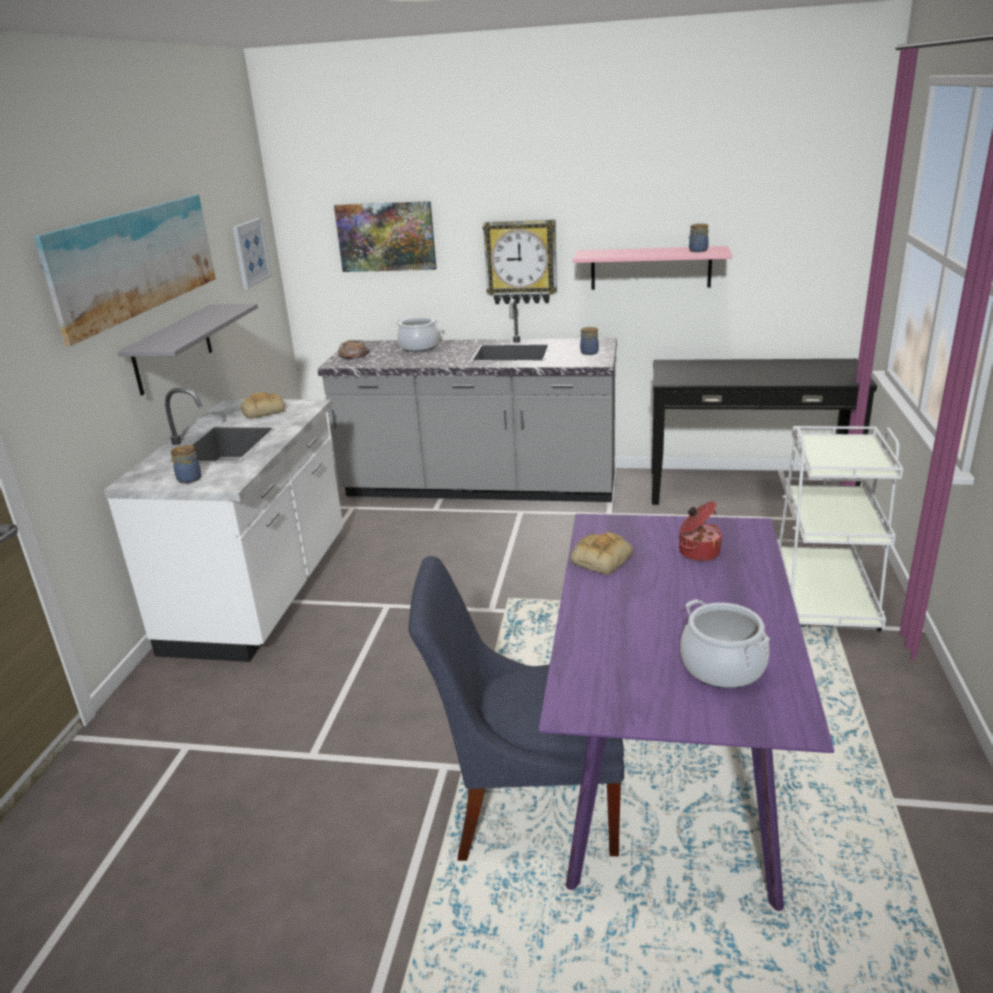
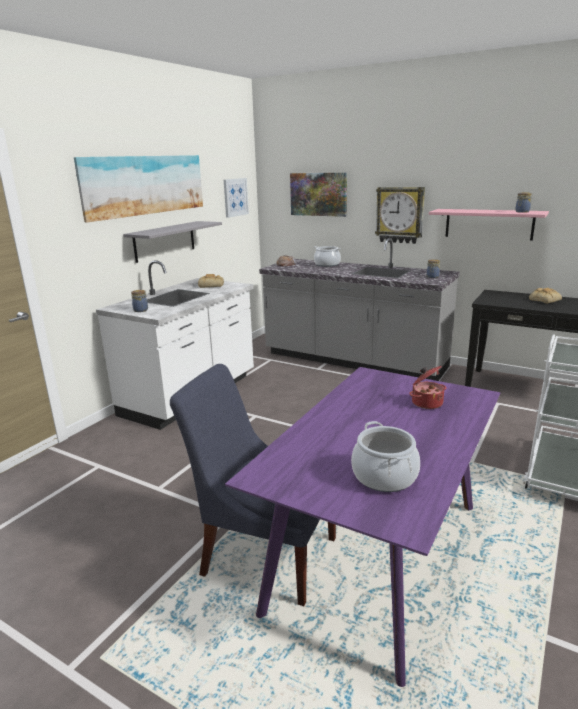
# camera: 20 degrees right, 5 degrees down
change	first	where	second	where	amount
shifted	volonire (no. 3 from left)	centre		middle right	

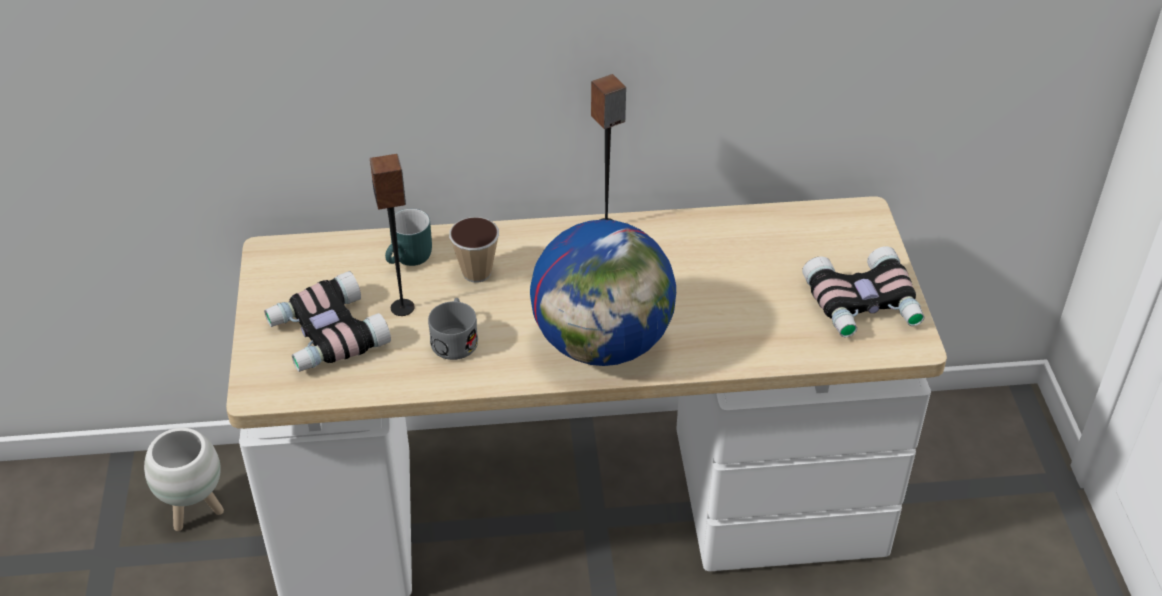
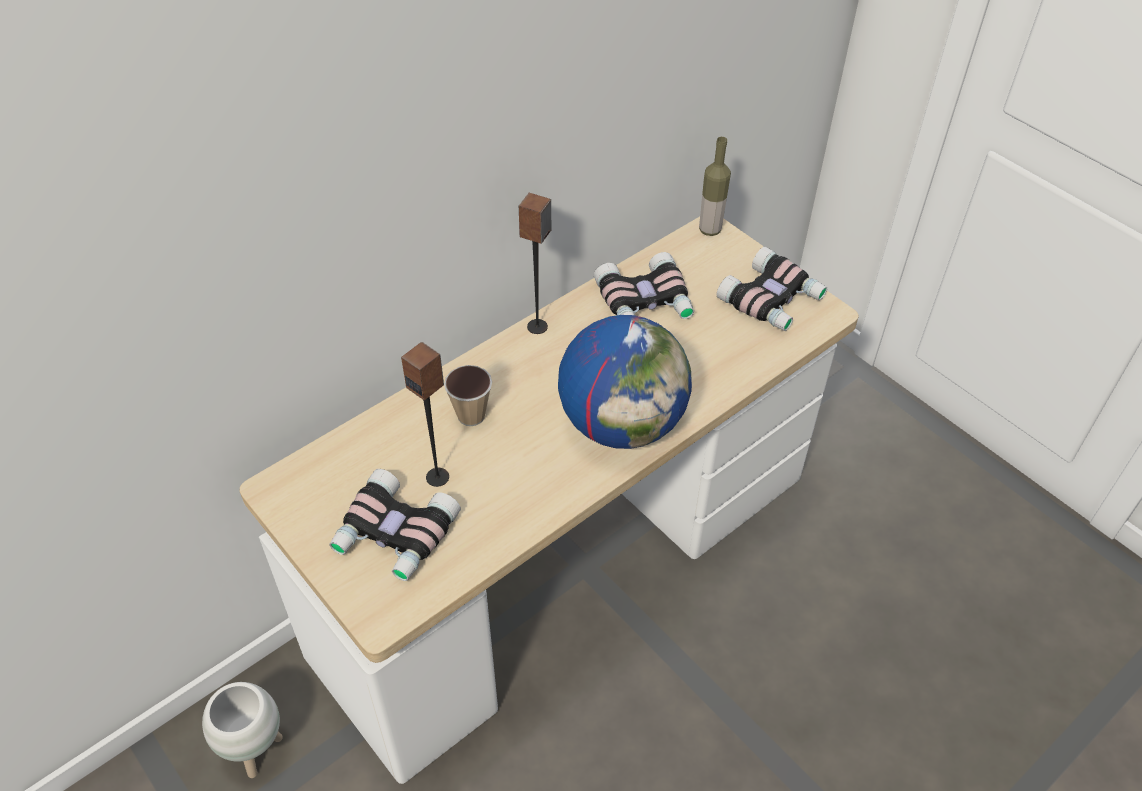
# camera: 35 degrees left, 5 degrees up
change	first	where	second	where	amount
new			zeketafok (no. 2 from left)	centre	
new			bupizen	top centre	
gone	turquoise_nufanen	centre			
gone	grey_nufanen	centre			

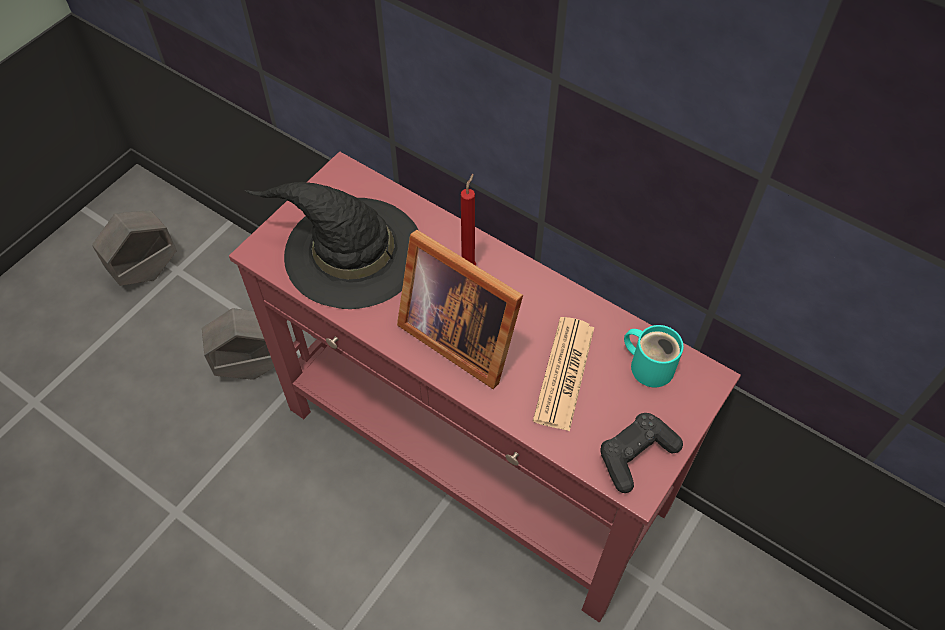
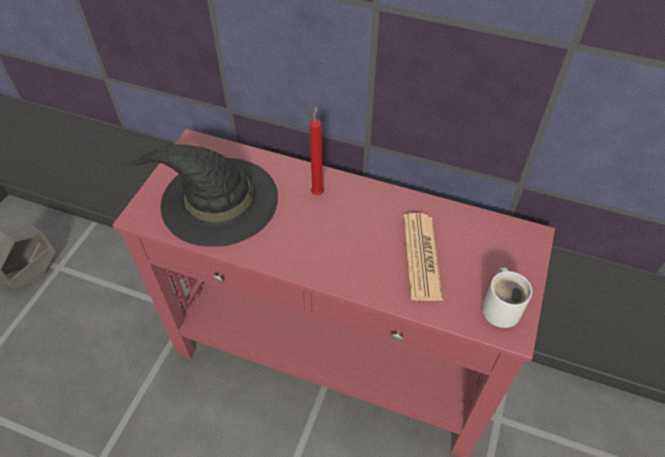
# camera: 15 degrees left, 5 degrees down
change	first	where	second	where	amount
swapped	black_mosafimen	bottom right	white_nufanen	middle right	
gone	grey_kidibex (no. 2 from left)	middle left			
gone	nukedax	centre			
gone	turquoise_nufanen	middle right			

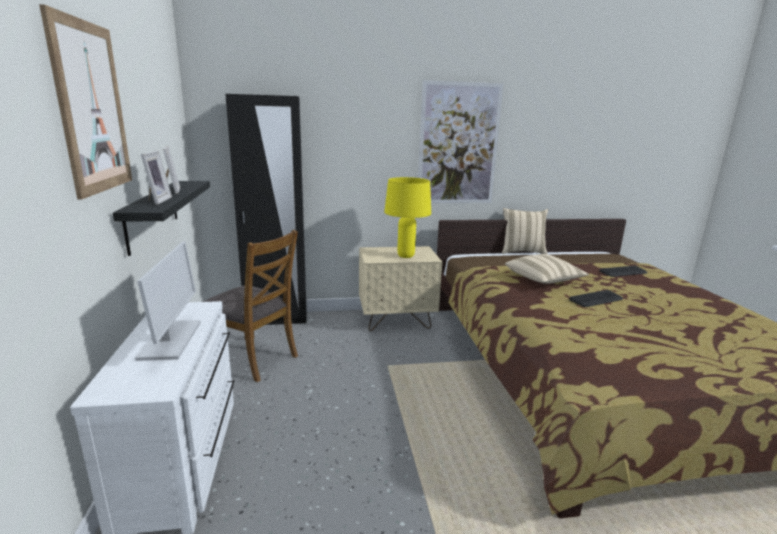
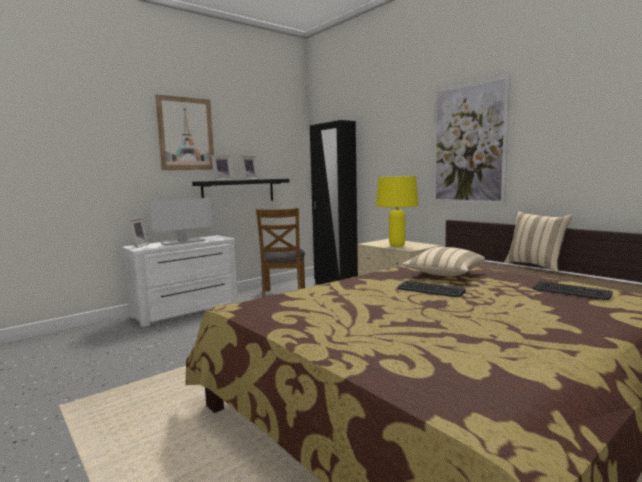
# camera: 60 degrees right, 10 degrees down
change	first	where	second	where	amount
new			nukedax (no. 1 from left)	middle left	

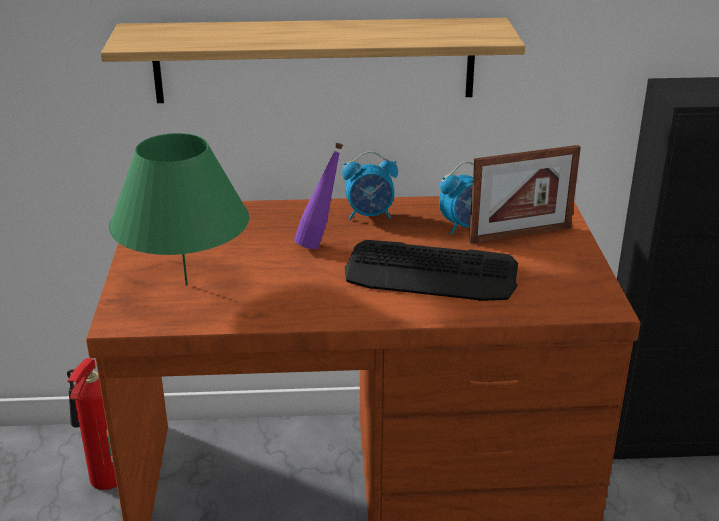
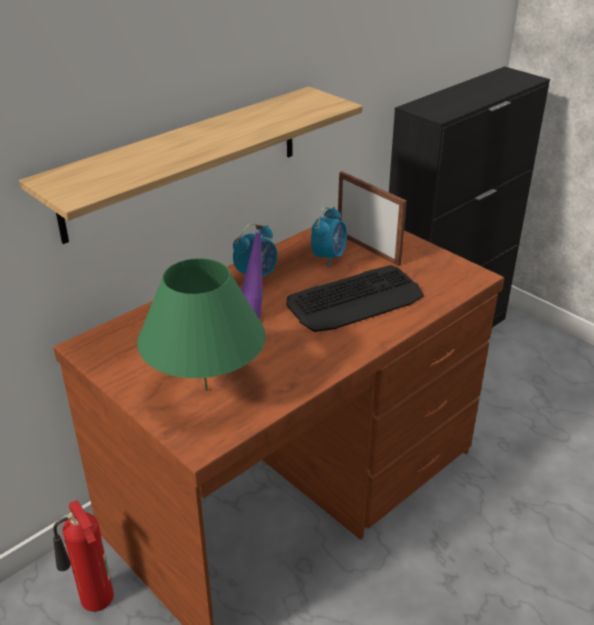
# camera: 40 degrees left, 5 degrees up
change	first	where	second	where	amount
rotated	nukedax	middle right		centre	75 degrees counterclockwise

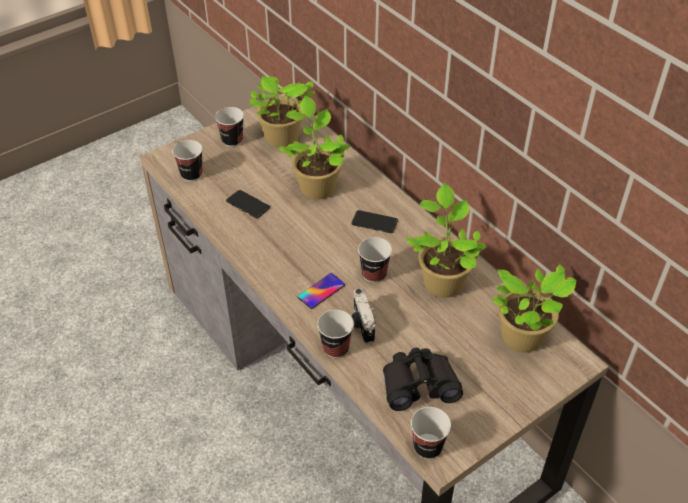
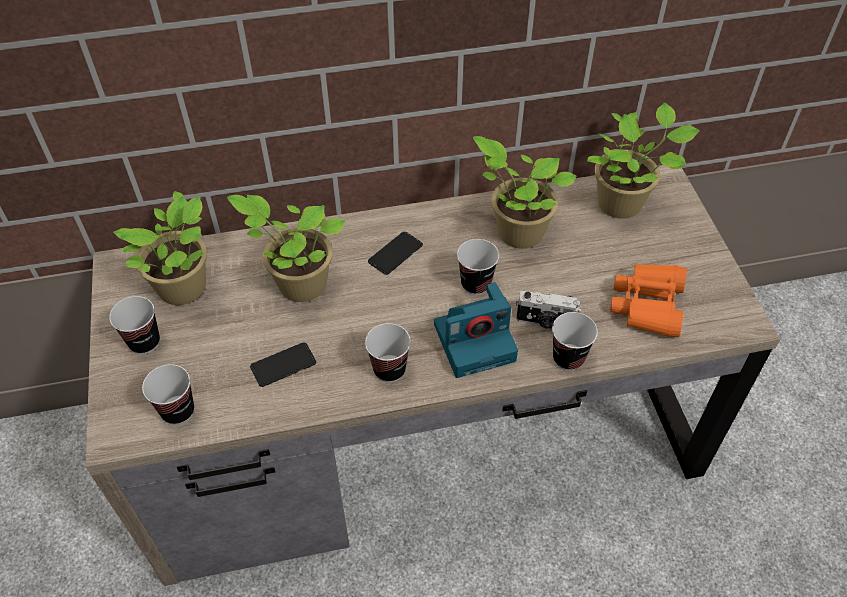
# camera: 65 degrees left, 5 degrees up
change	first	where	second	where	amount
shifted	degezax (no. 5 from left in the first image)	bottom centre	degezax (no. 3 from left)	centre	
swapped	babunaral (no. 2 from left)	centre	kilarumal (no. 1 from left)	centre	
repainted	black_zeketafok	bottom centre	orange_zeketafok	middle right	

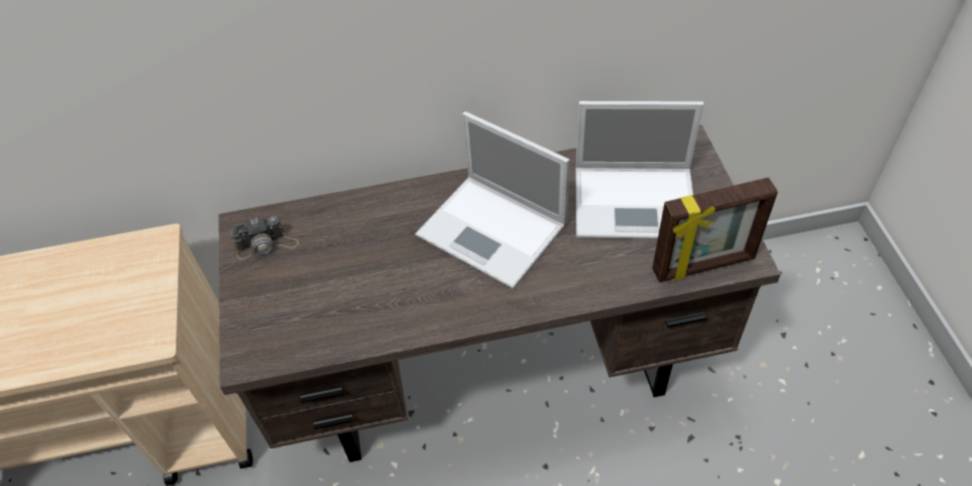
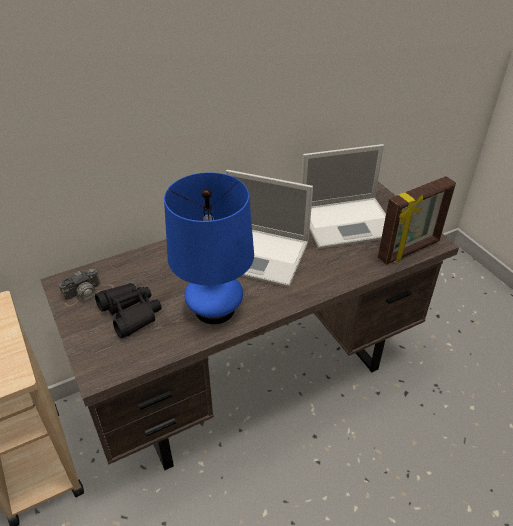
# camera: 20 degrees left, 10 degrees down
change	first	where	second	where	amount
new			black_zeketafok	middle left	
new			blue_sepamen	centre	

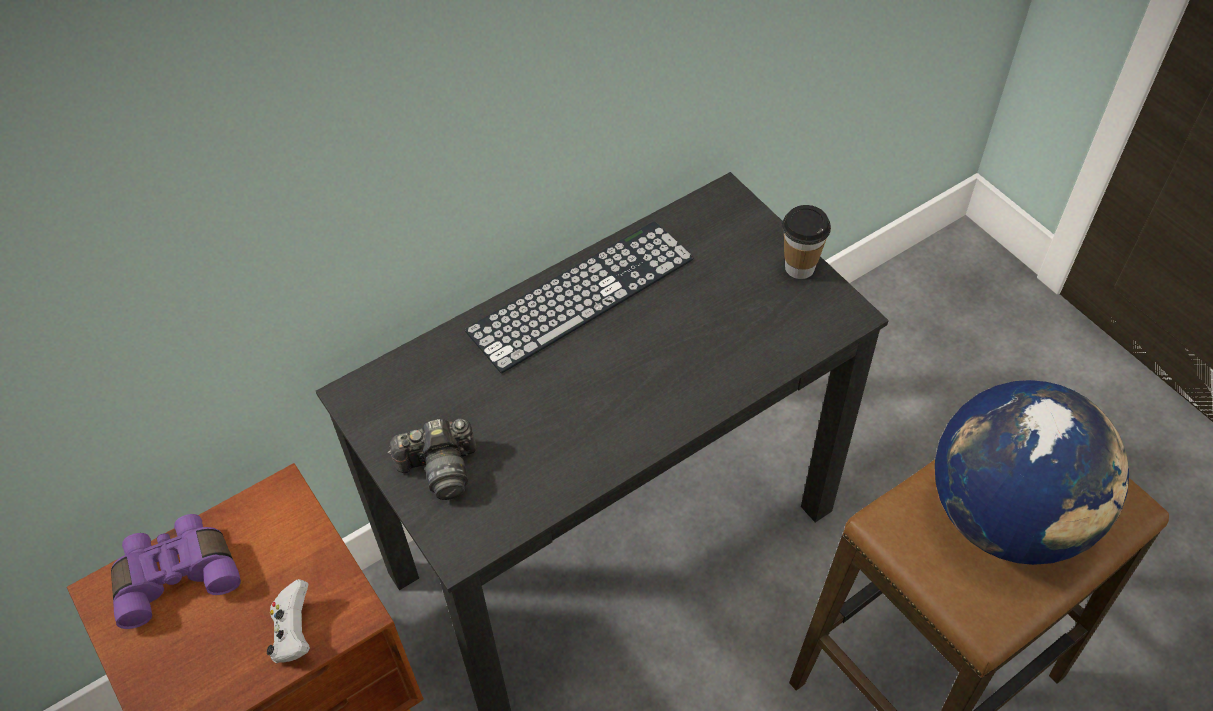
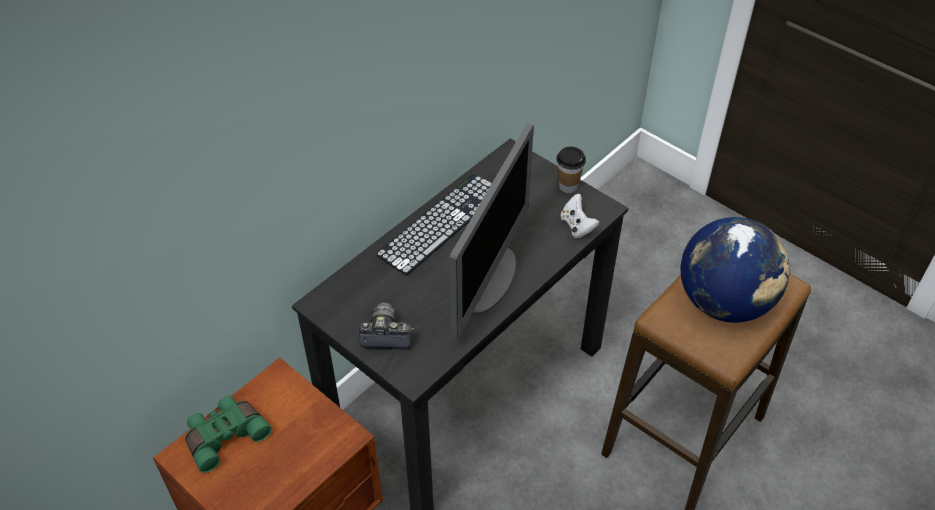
# camera: 15 degrees left, 5 degrees down
change	first	where	second	where	amount
repainted	purple_zeketafok	bottom left	green_zeketafok	bottom left	
rotated	kilarumal	centre		centre	150 degrees counterclockwise
new			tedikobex	centre	
shifted	white_mosafimen	bottom left		centre	

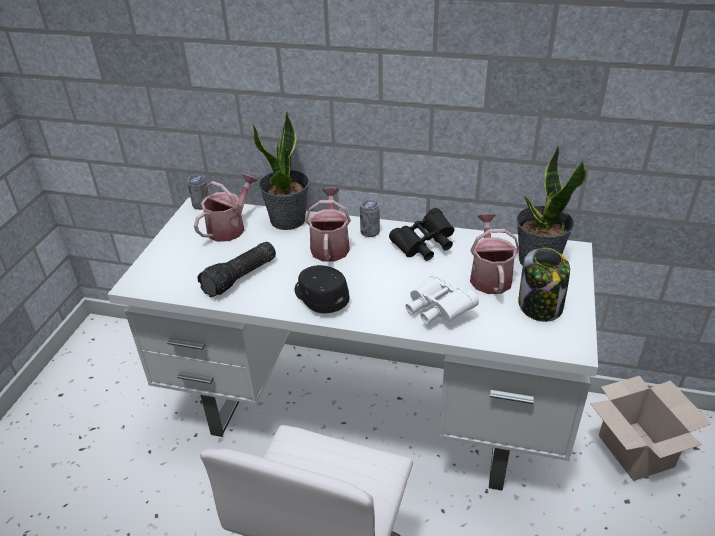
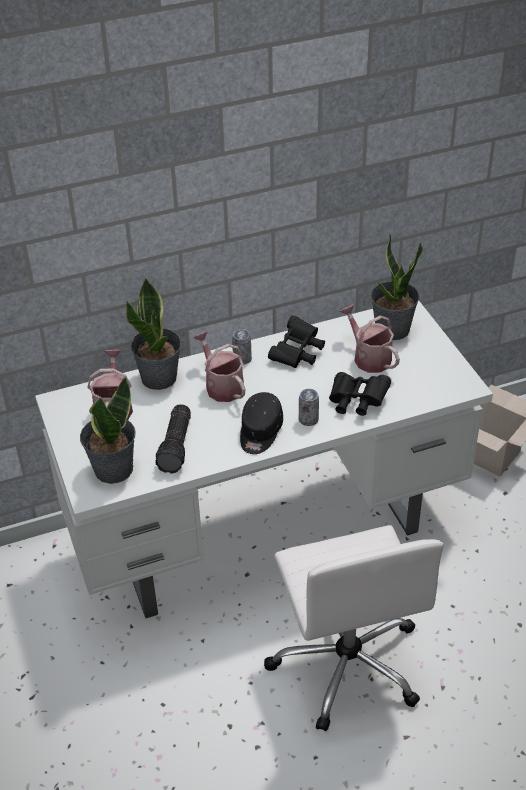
# camera: 35 degrees left, 5 degrees up
change	first	where	second	where	amount
new			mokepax (no. 1 from left)	middle left	
rotated	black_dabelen	centre		centre	90 degrees counterclockwise
shifted	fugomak (no. 1 from left in the first image)	middle left	fugomak (no. 2 from left)	centre	
repainted	white_zeketafok	centre	black_zeketafok (no. 2 from left)	middle right	
gone	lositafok	middle right			

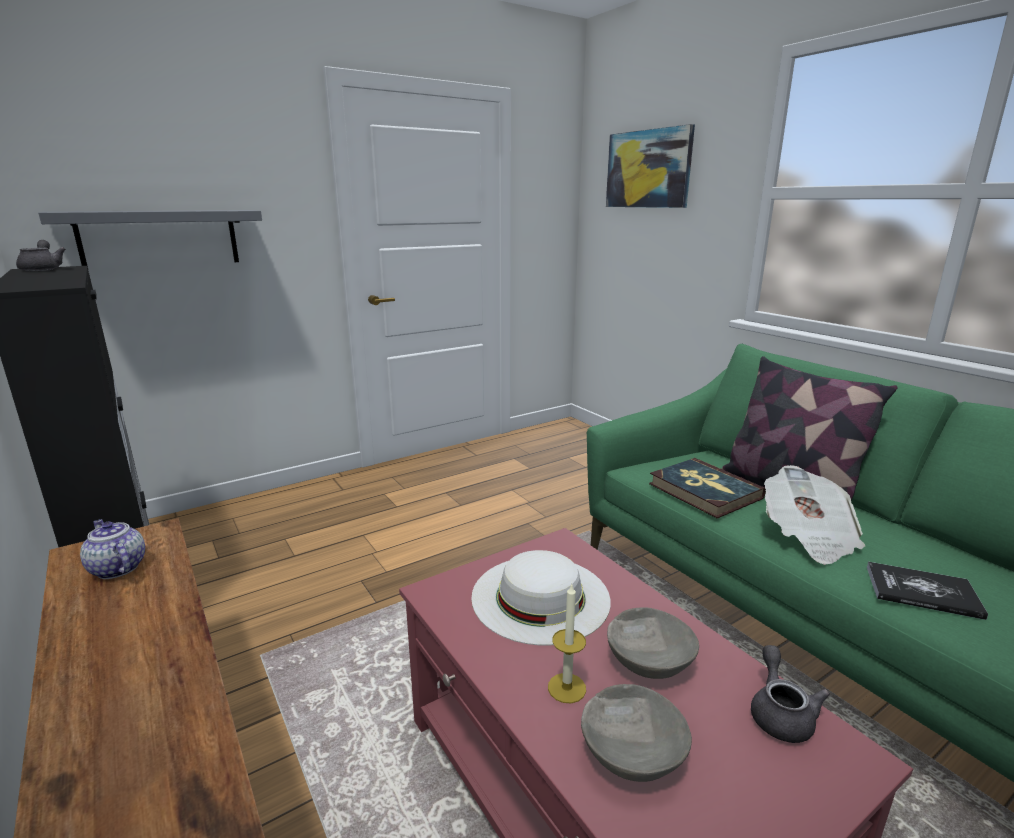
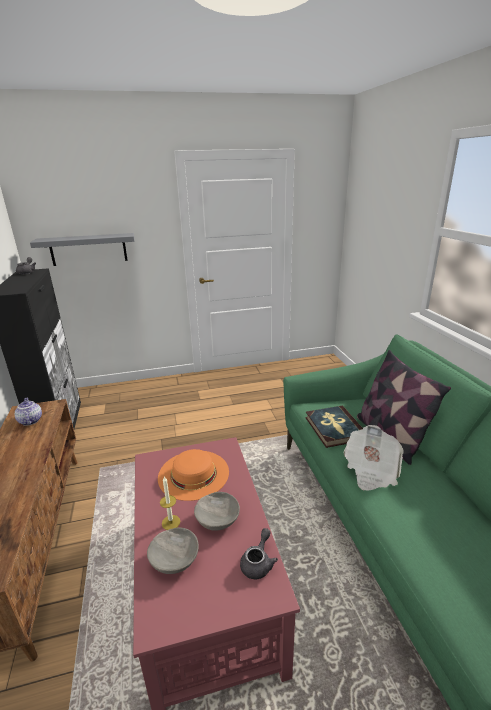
# camera: 20 degrees right, 5 degrees up
change	first	where	second	where	amount
repainted	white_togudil	bottom centre	orange_togudil	bottom centre	
gone	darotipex	top centre			
gone	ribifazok (no. 2 from left)	bottom right			

